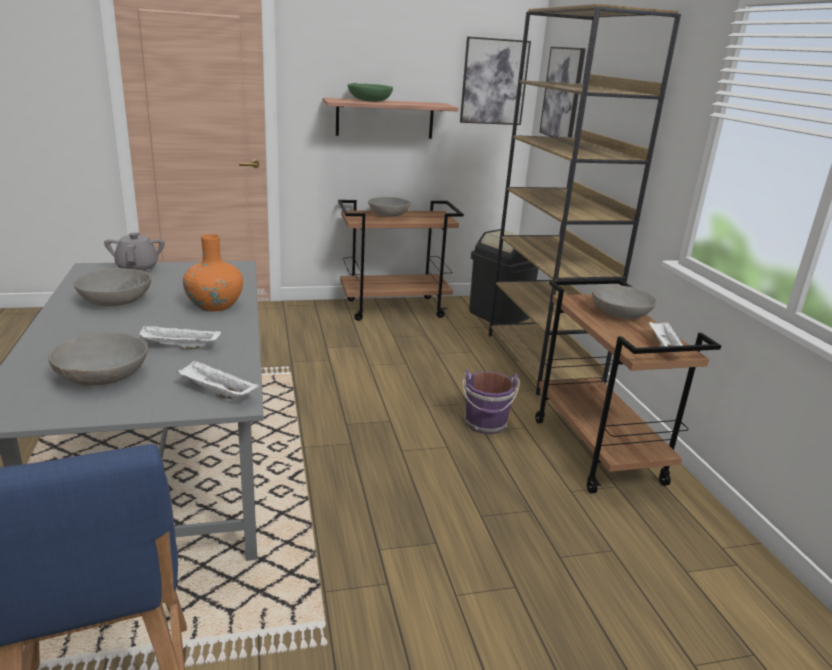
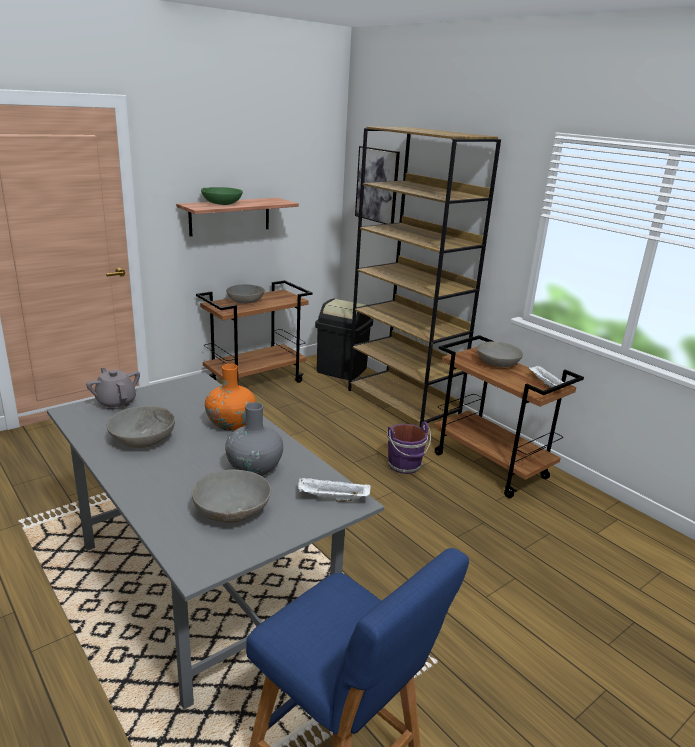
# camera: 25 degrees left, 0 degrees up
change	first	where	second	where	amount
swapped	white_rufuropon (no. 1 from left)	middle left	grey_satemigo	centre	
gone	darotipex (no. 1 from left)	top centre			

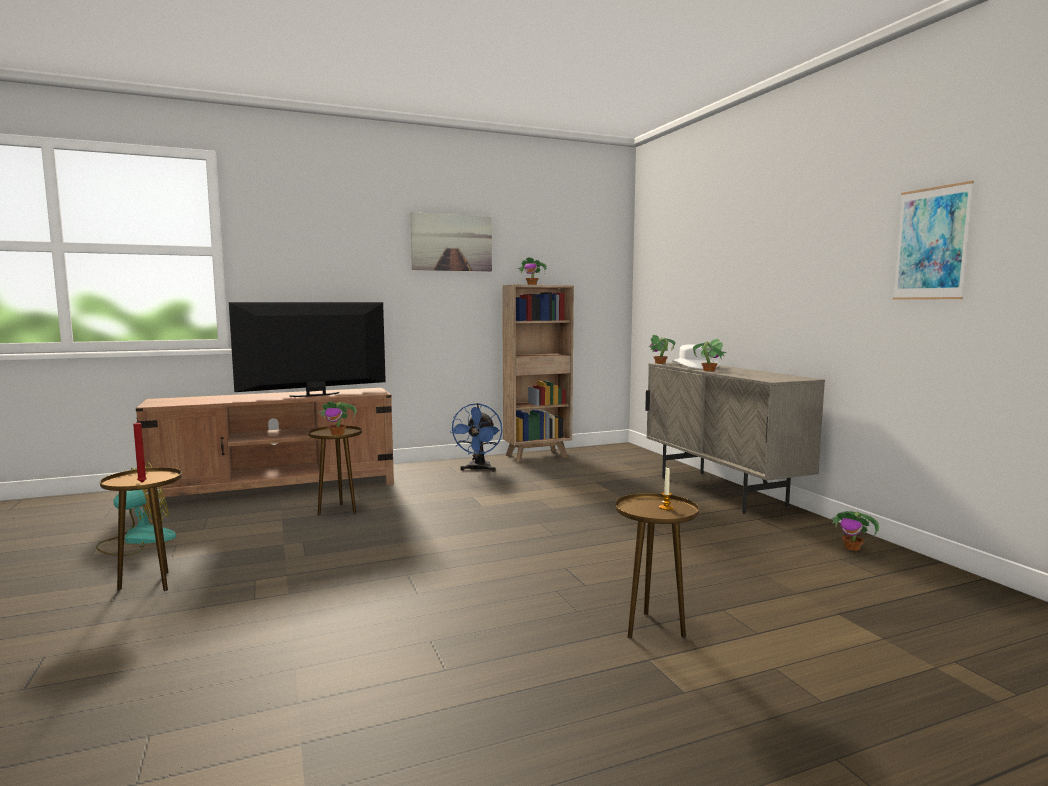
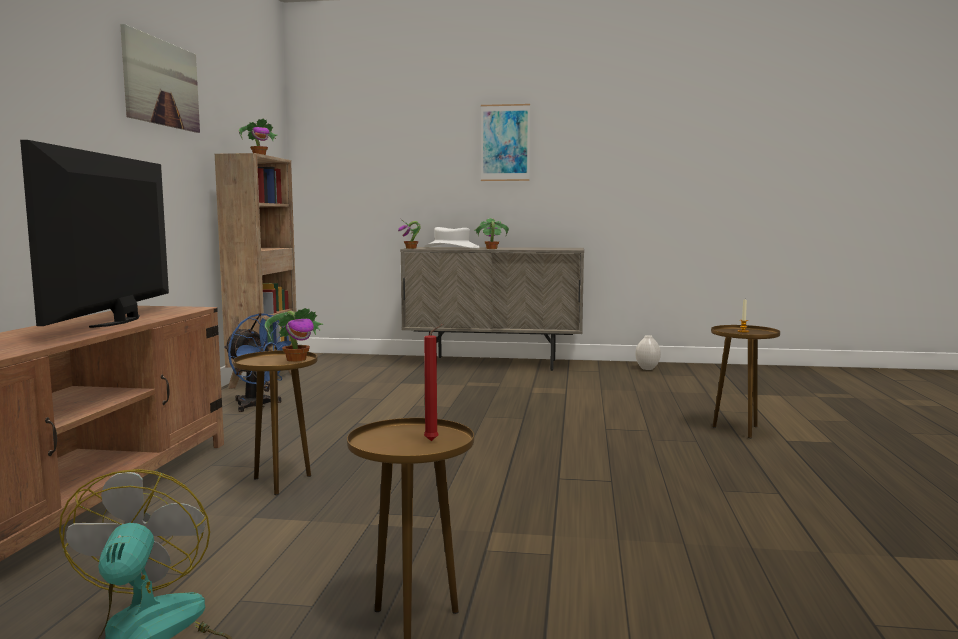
# camera: 60 degrees left, 0 degrees up
change	first	where	second	where	amount
shifted	darotipex (no. 2 from left)	top right		top centre	
swapped	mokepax (no. 5 from left)	bottom right	white_satemigo	middle right	

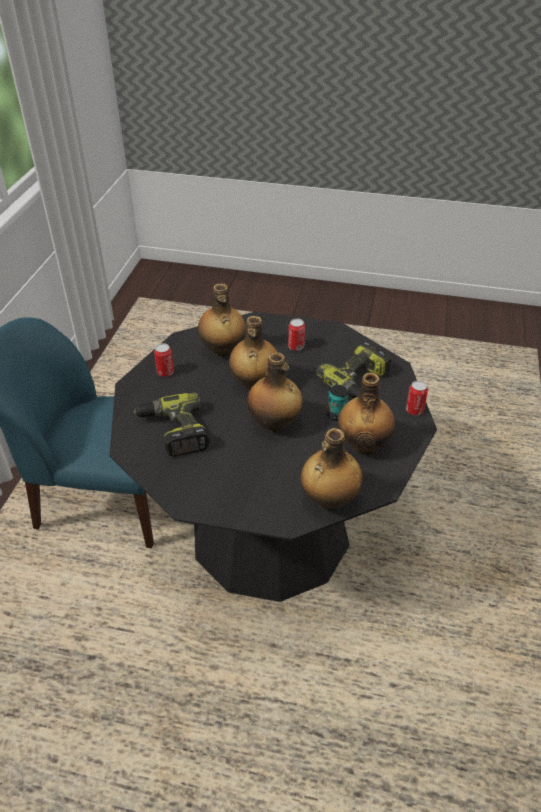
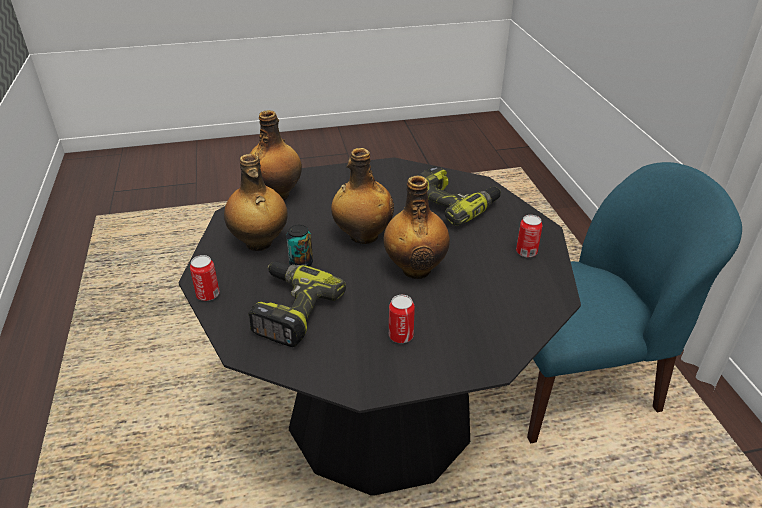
# camera: 155 degrees right, 5 degrees down
change	first	where	second	where	amount
gone	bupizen (no. 1 from left)	centre			

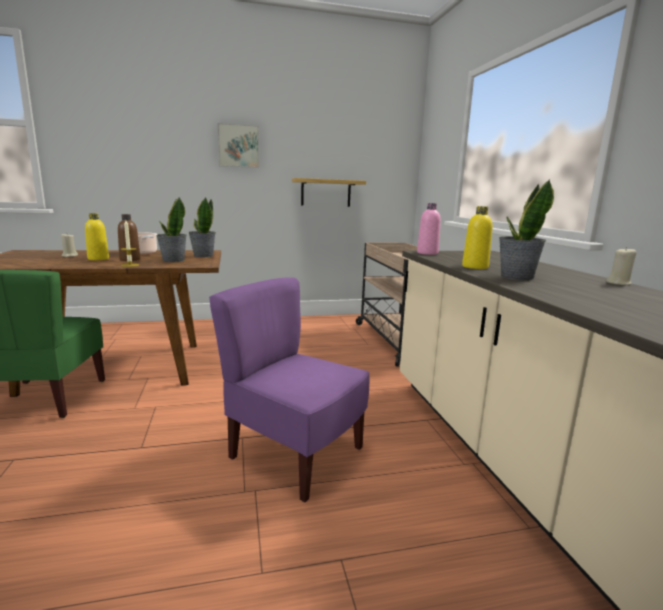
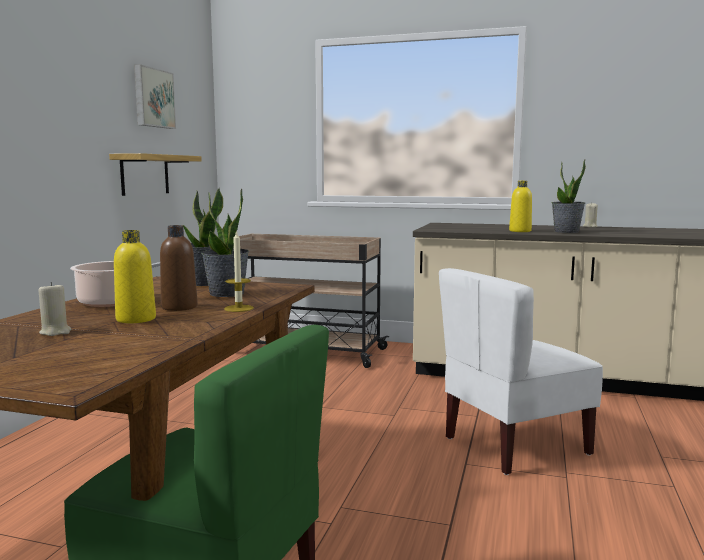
# camera: 60 degrees left, 5 degrees down
change	first	where	second	where	amount
shifted	darotipex	top centre		top left	
repainted	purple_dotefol	centre	white_dotefol	middle right	
gone	pink_bupizen	centre			

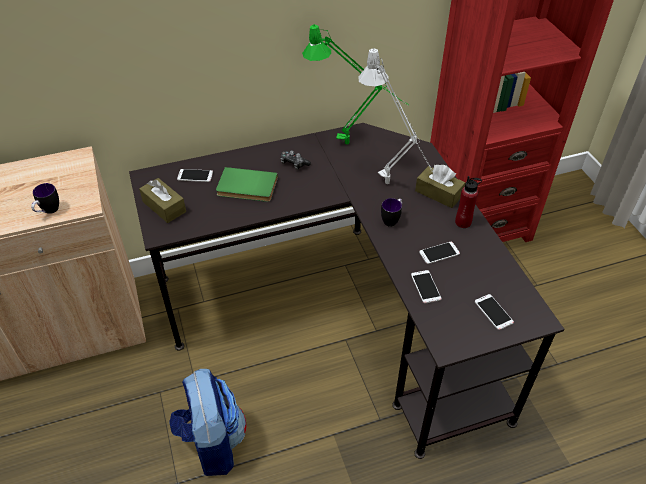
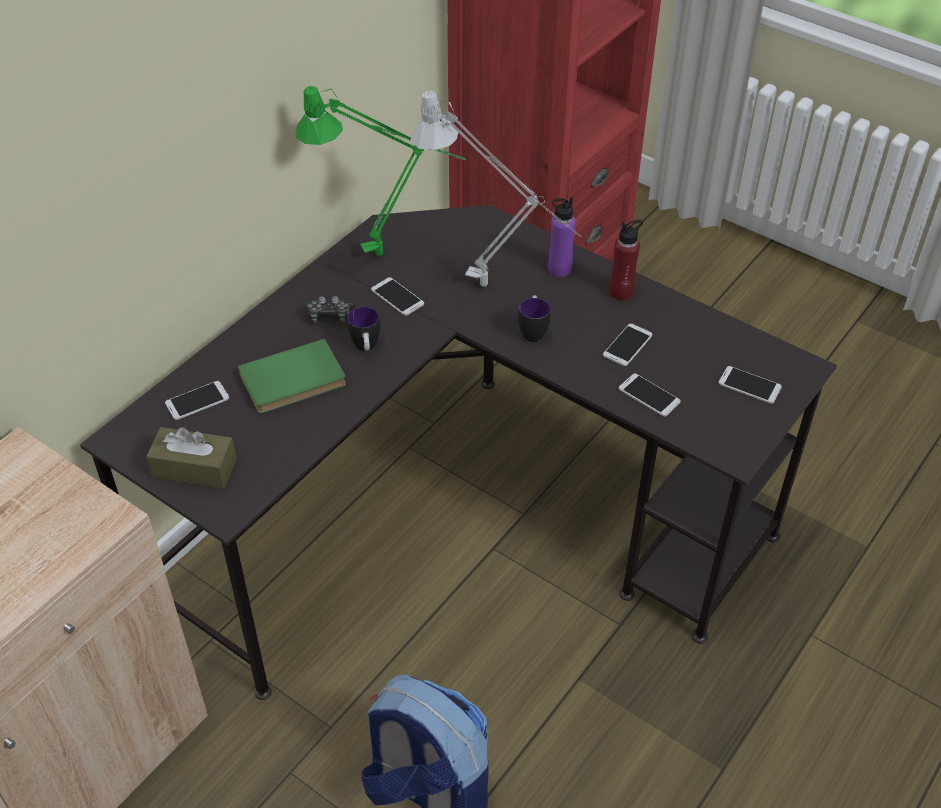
# camera: 35 degrees left, 0 degrees up
change	first	where	second	where	amount
shifted	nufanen (no. 1 from left)	middle left		centre	
new			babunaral (no. 2 from left)	centre	
swapped	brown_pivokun (no. 2 from left)	middle right	purple_bupizen	top centre	

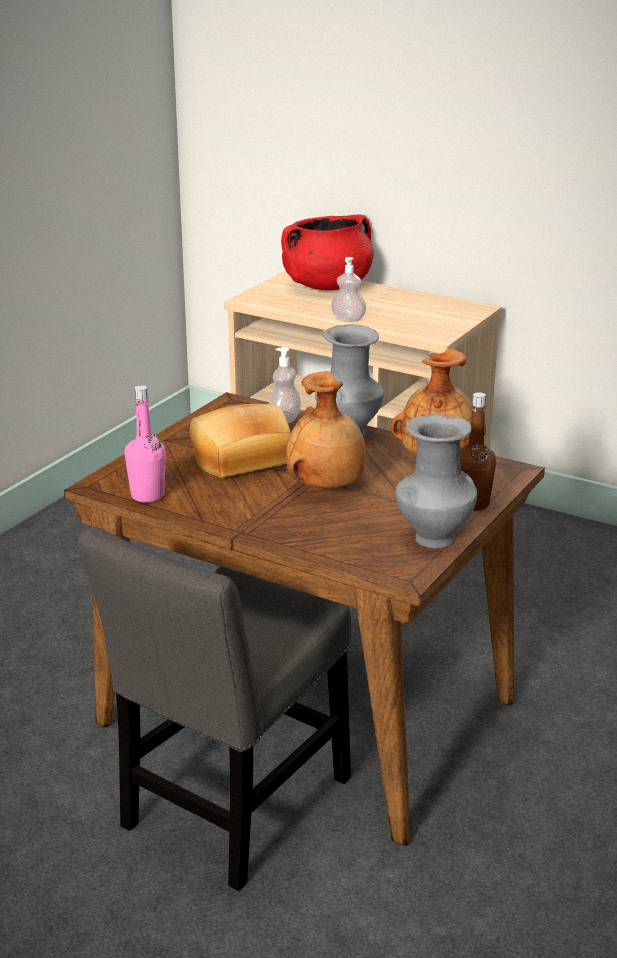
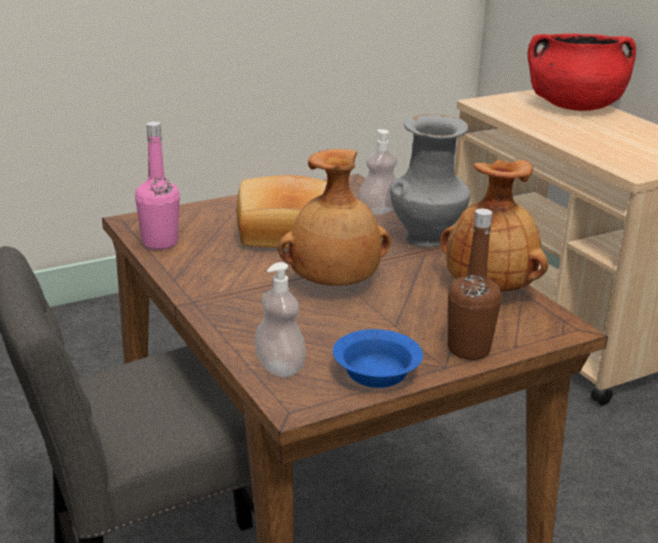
# camera: 30 degrees right, 0 degrees up
change	first	where	second	where	amount
shifted	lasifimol (no. 2 from left in the first image)	top centre	lasifimol (no. 1 from left)	centre	
swapped	grey_satemigo (no. 2 from left)	middle right	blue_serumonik	centre	

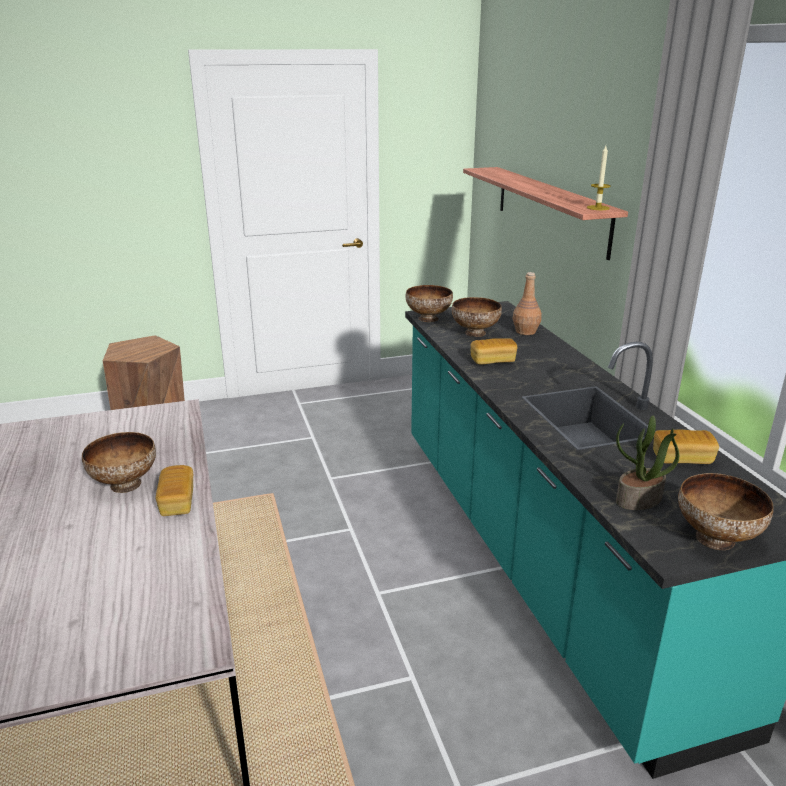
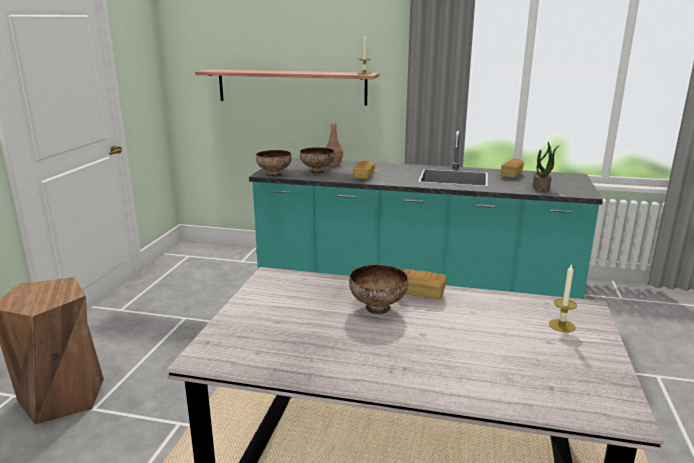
# camera: 60 degrees left, 5 degrees down
change	first	where	second	where	amount
new			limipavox (no. 2 from left)	middle right	
gone	serumonik (no. 4 from left)	middle right			

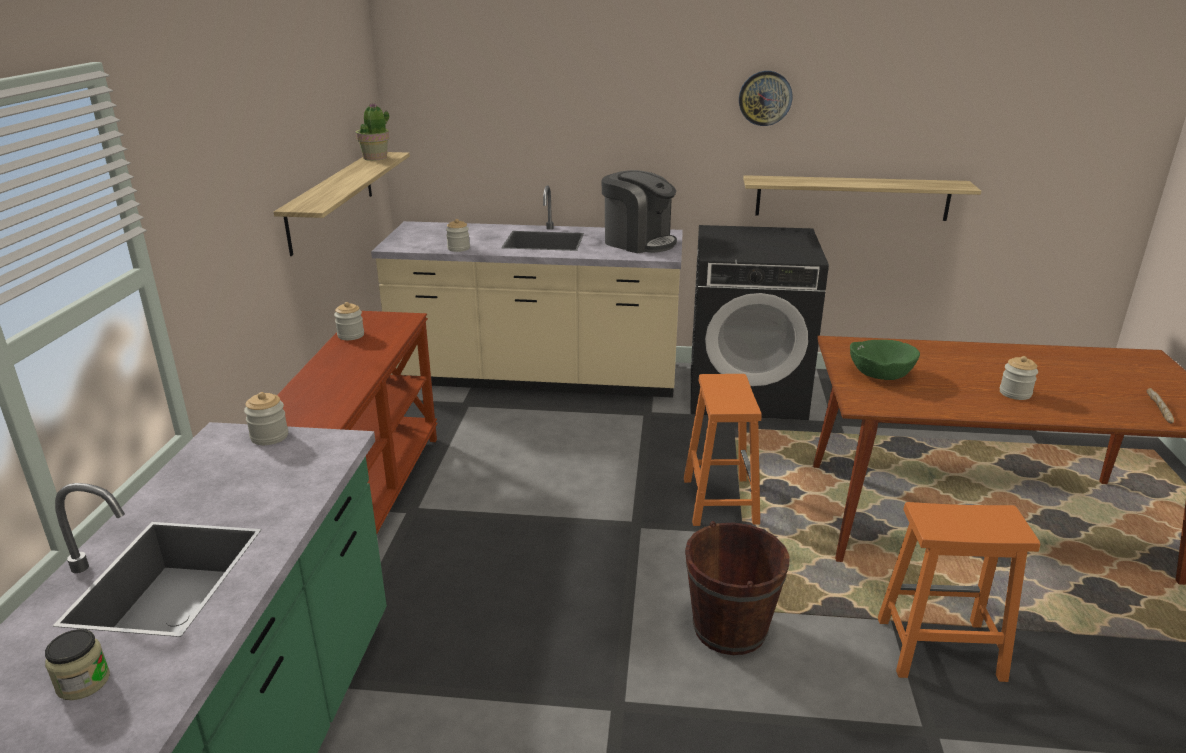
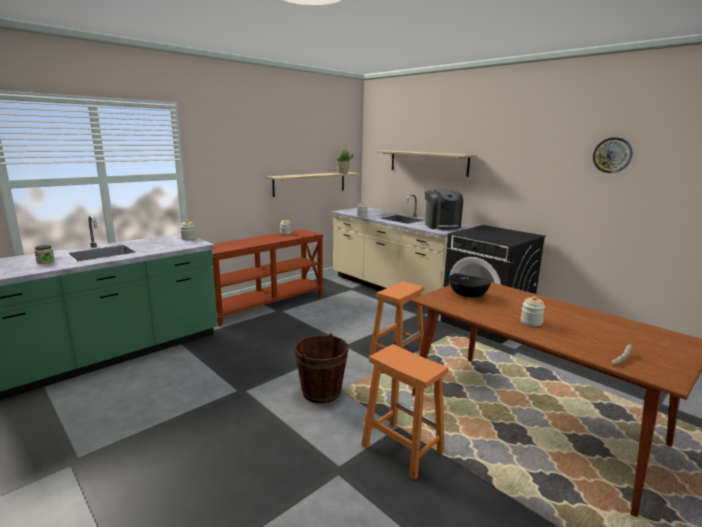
# camera: 40 degrees right, 10 degrees down
change	first	where	second	where	amount
shifted	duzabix (no. 2 from left)	top right		top centre	
repainted	green_serumonik	middle right	black_serumonik	middle right	
shifted	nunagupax	top centre		top right	

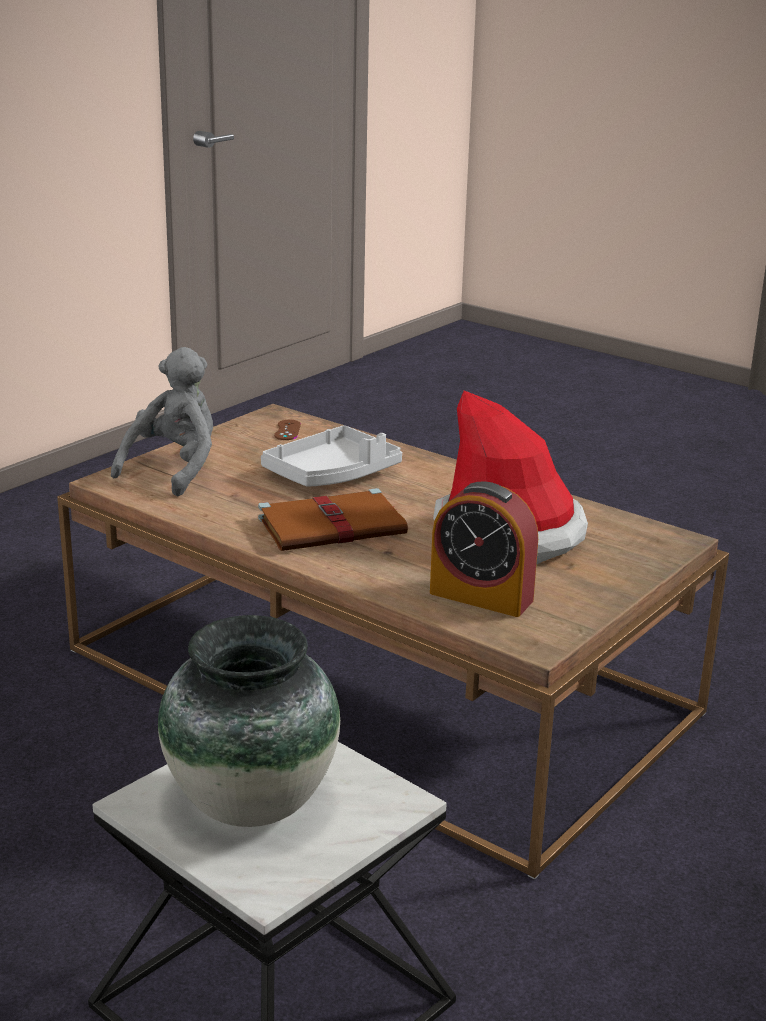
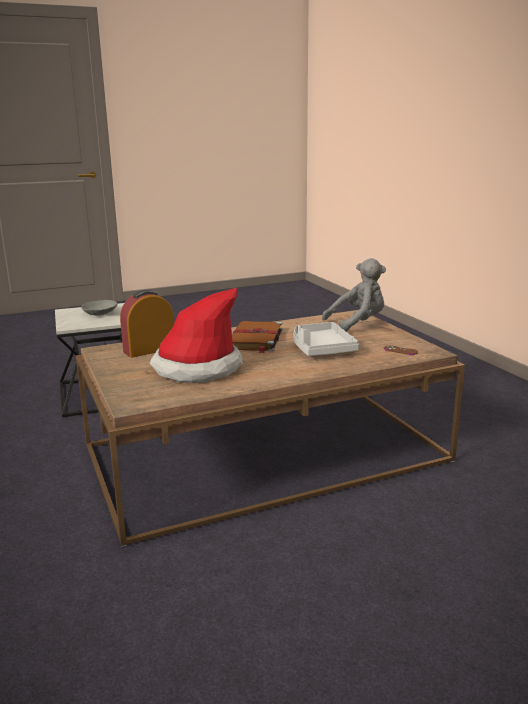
# camera: 120 degrees right, 5 degrees down
change	first	where	second	where	amount
swapped	satemigo	bottom left	grey_serumonik	middle left	
rotated	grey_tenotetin	middle left		middle right	75 degrees counterclockwise

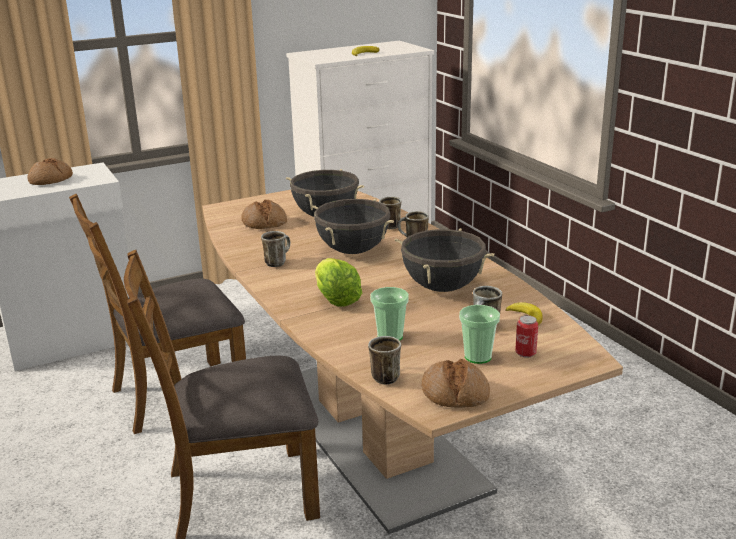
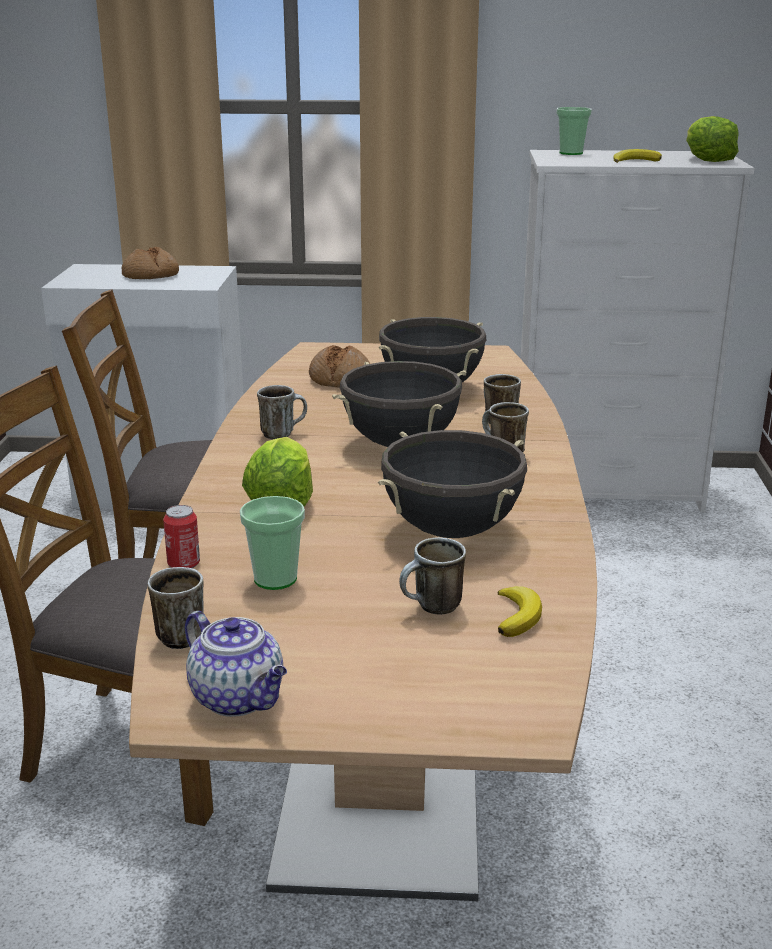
# camera: 30 degrees right, 0 degrees up
change	first	where	second	where	amount
shifted	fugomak	middle right		middle left	
swapped	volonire (no. 3 from left)	bottom centre	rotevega	bottom left	
shifted	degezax (no. 2 from left)	centre		top right	
new			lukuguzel (no. 2 from left)	top right	

